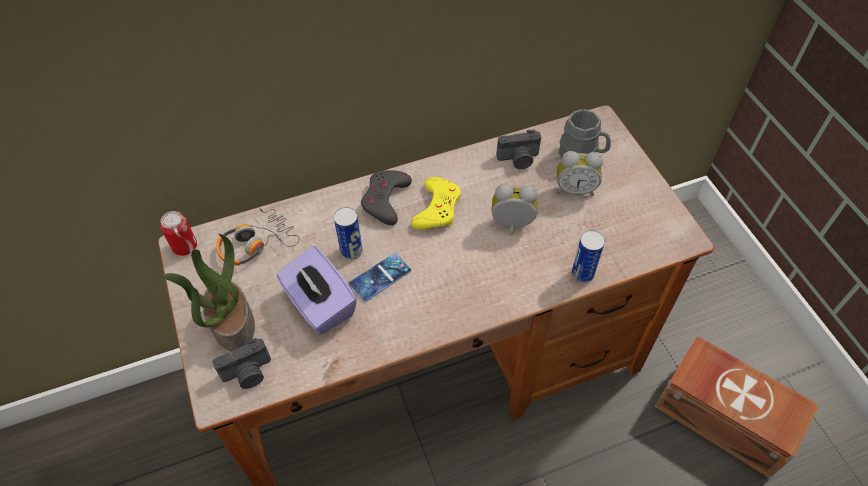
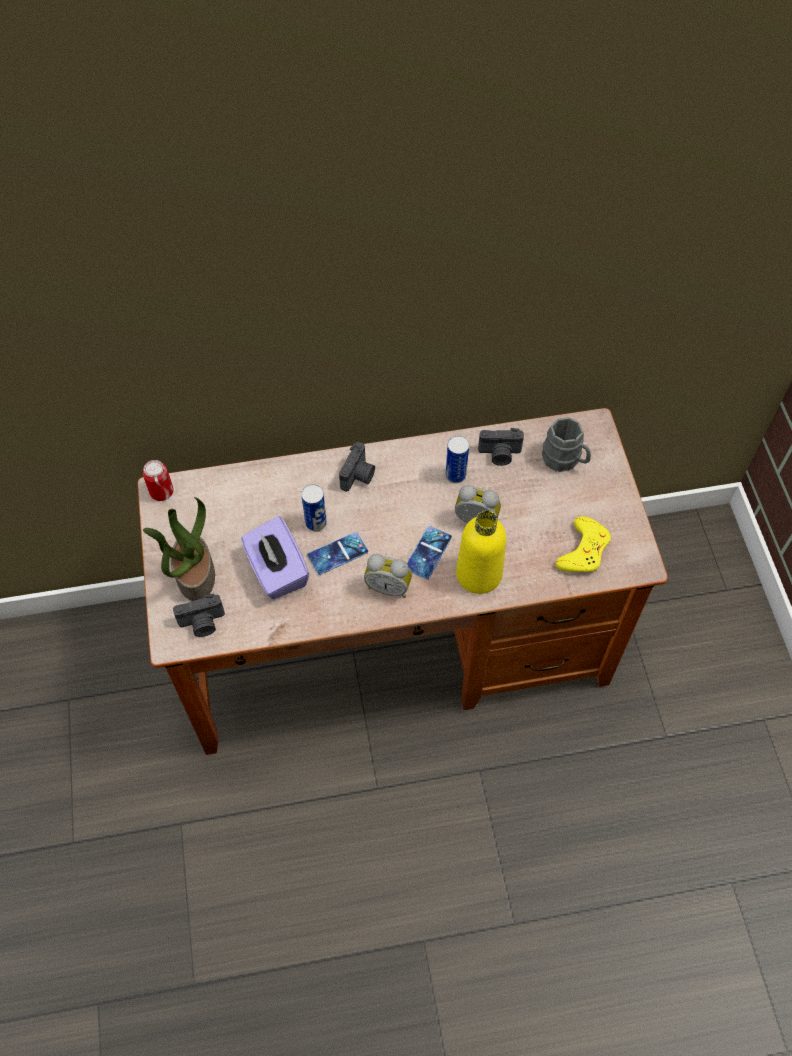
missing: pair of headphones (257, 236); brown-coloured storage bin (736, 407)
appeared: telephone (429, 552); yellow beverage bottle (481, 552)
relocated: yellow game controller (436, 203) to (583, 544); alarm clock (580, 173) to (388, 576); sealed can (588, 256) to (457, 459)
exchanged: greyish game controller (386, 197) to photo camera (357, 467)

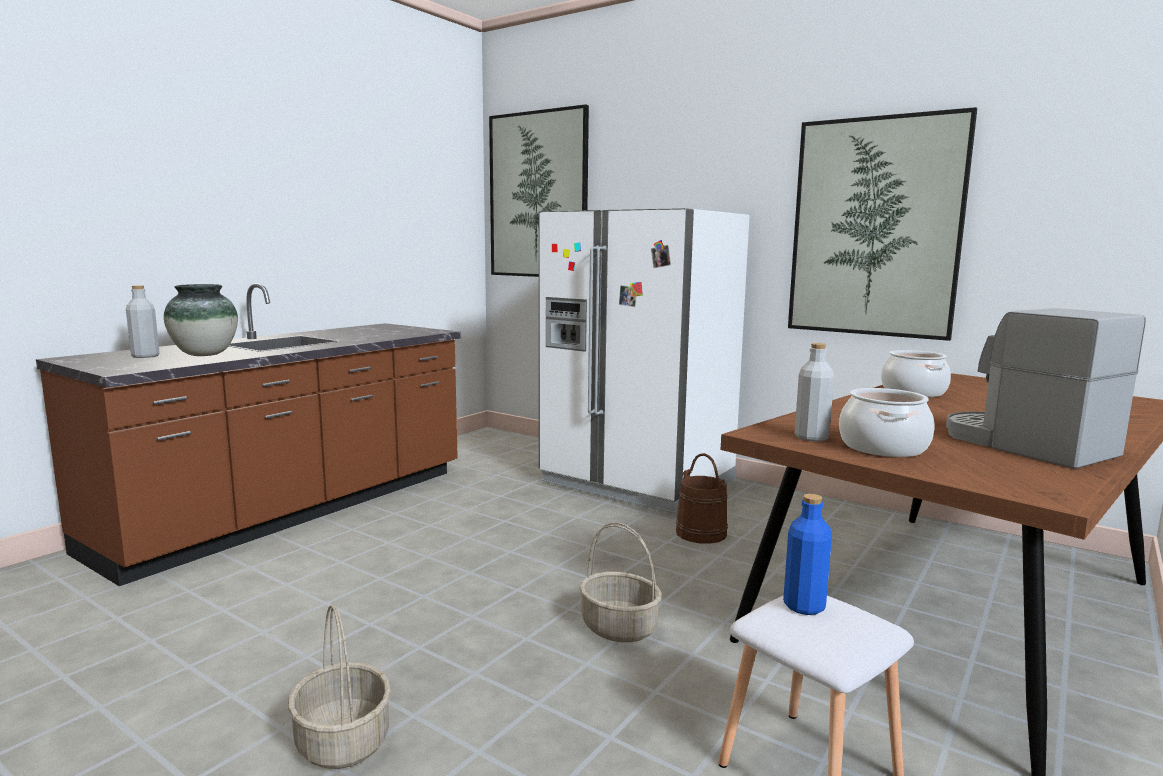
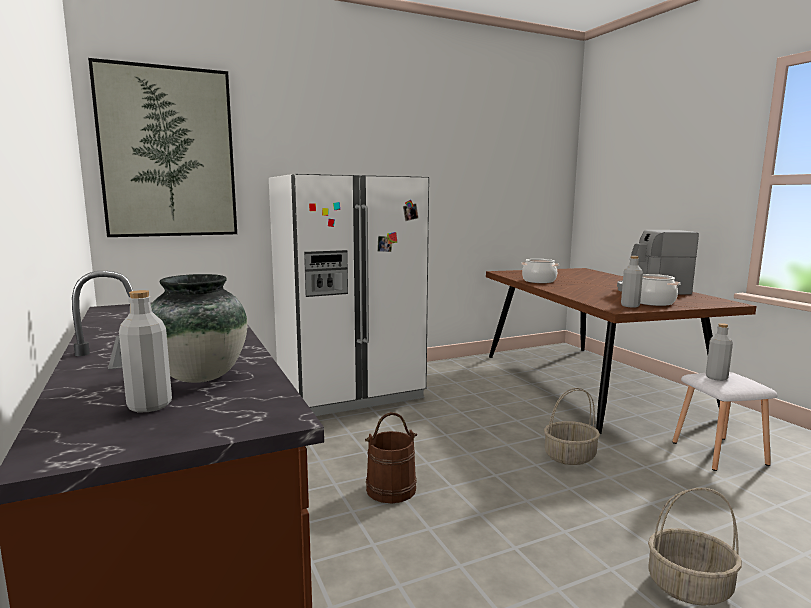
missing: picture (882, 224)
relocated: brown-coloured pail (702, 498) to (391, 457)
colour: blue beverage bottle (807, 554) to greyish beverage bottle (719, 352)

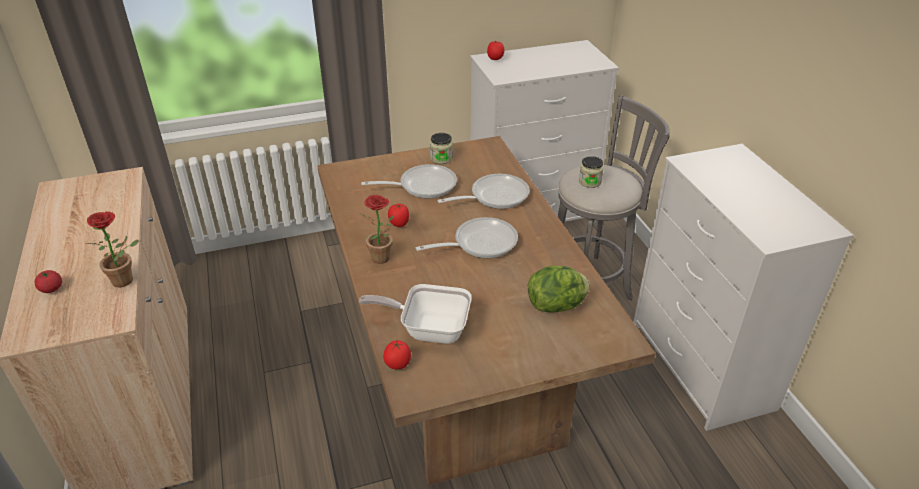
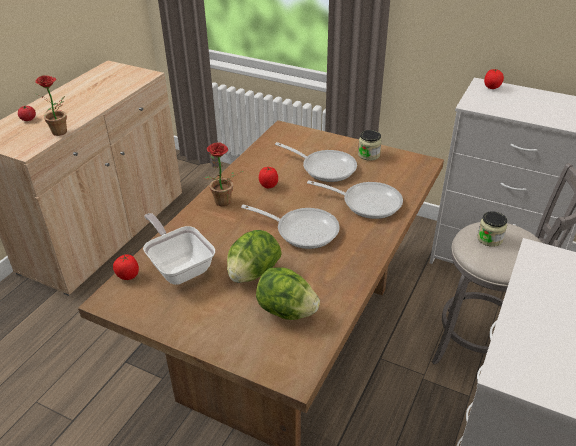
appeared: lettuce (254, 256)

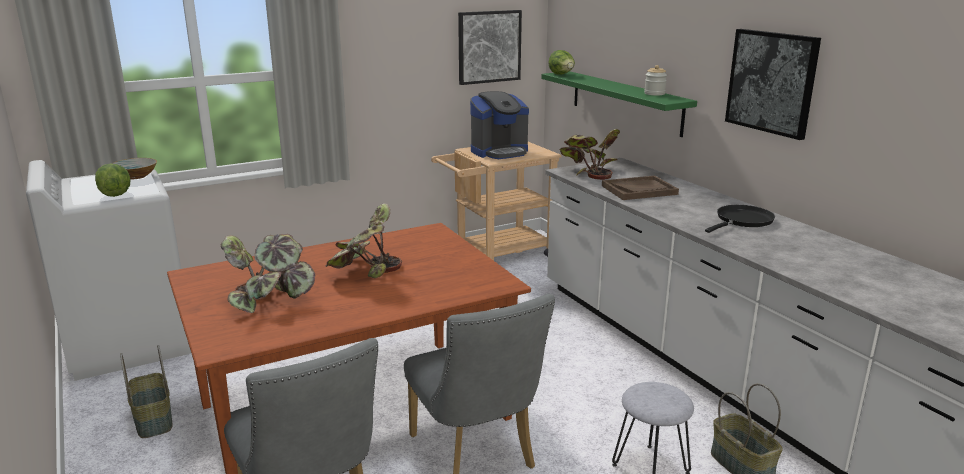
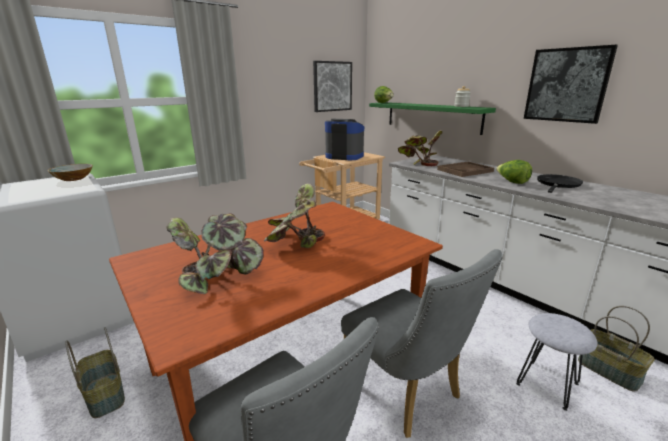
relocated: lettuce (113, 180) to (514, 172)
spun: coffee machine (499, 125) = (344, 139) 120 degrees counterclockwise

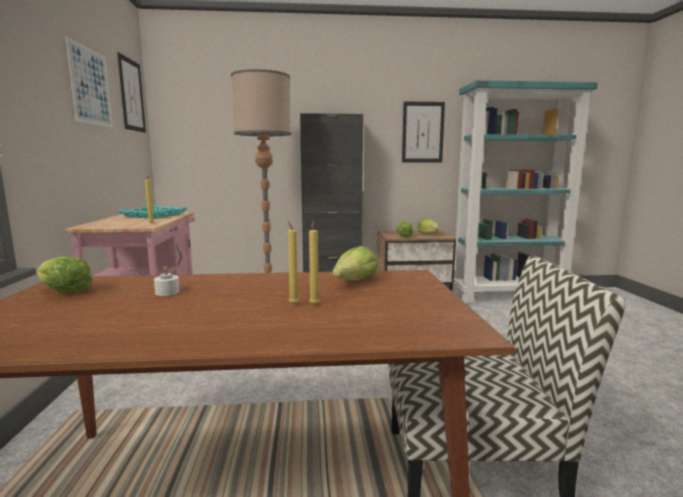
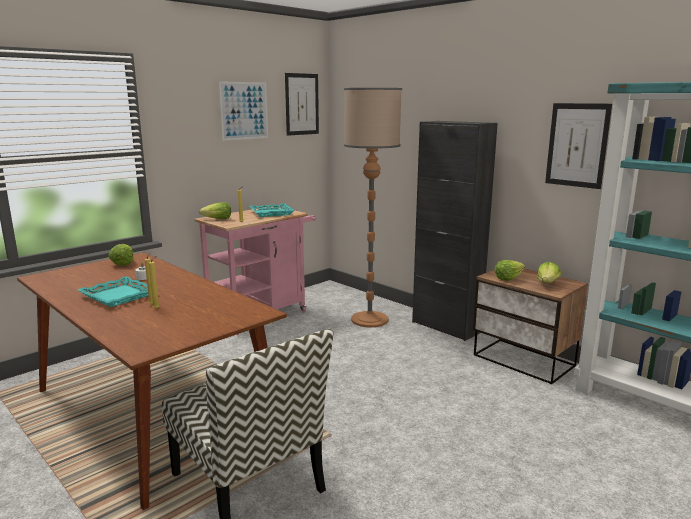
appeared: turquoise tray (118, 291)
relocated: lettuce (355, 263) to (215, 210)

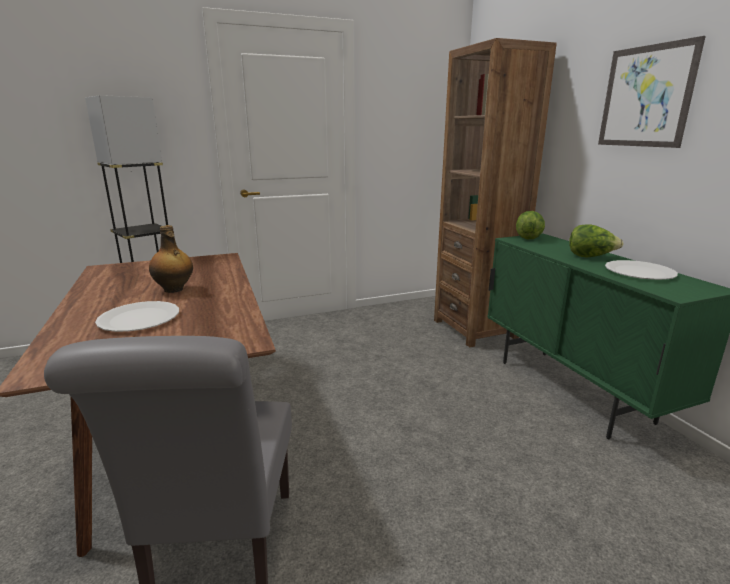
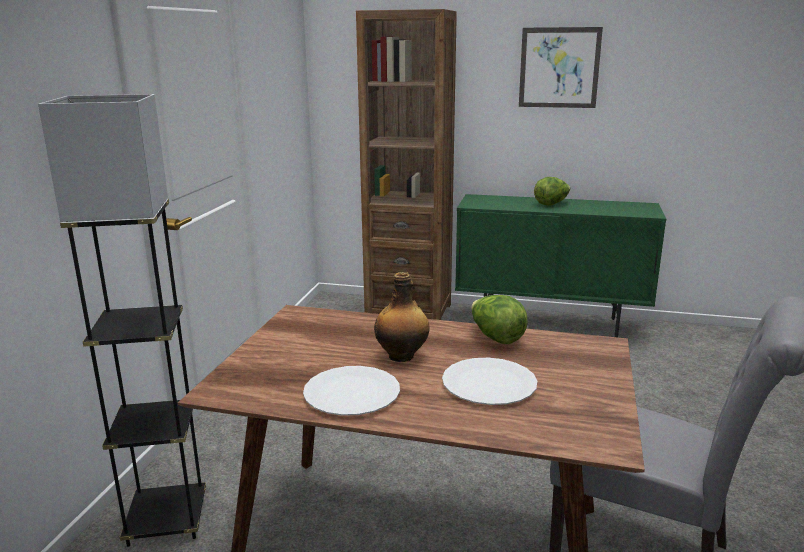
relocated: lettuce (530, 225) to (499, 319); white-coloured dinner plate (641, 270) to (351, 391)

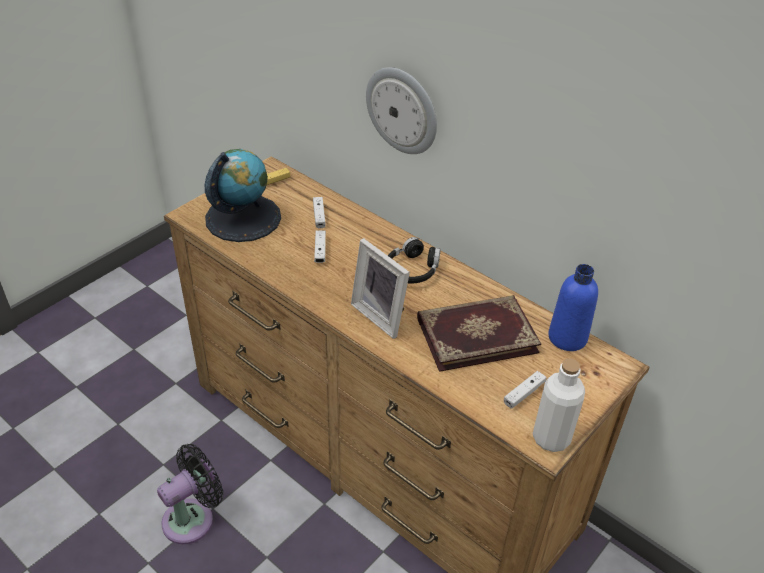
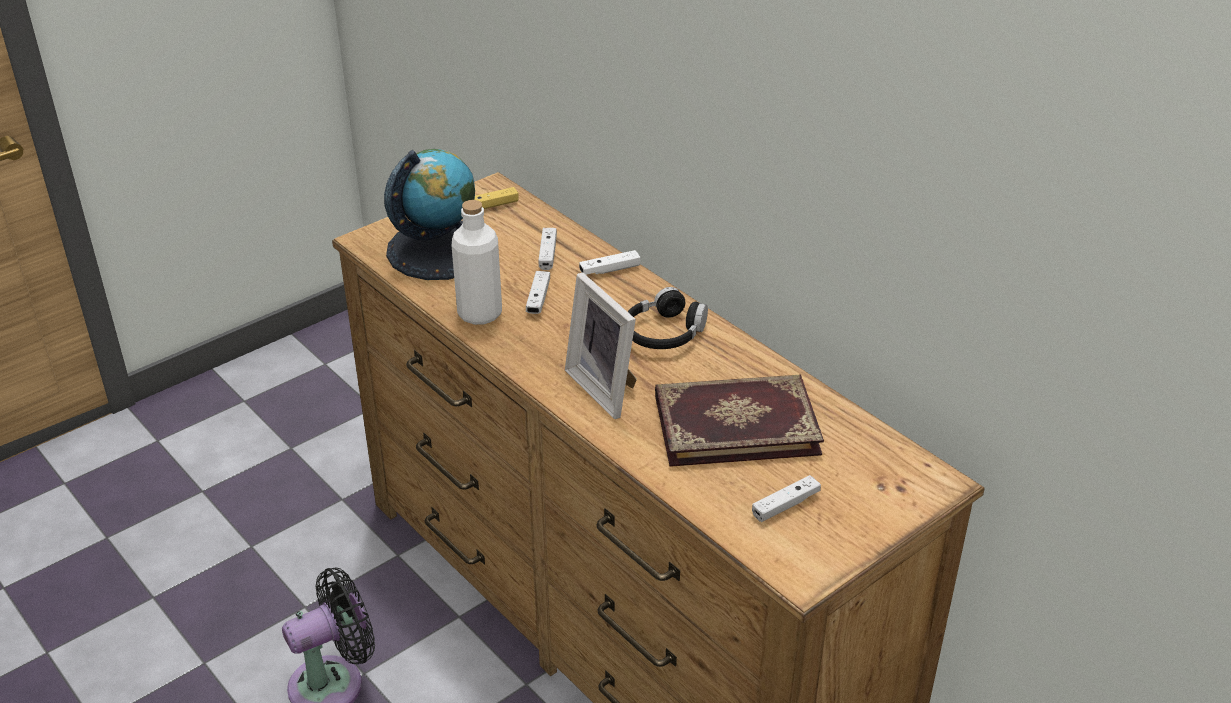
missing: hanging clock (401, 110); blue beverage bottle (573, 307)
appeared: white-coloured game controller (610, 262)
relocated: white-coloured beverage bottle (559, 405) to (477, 262)

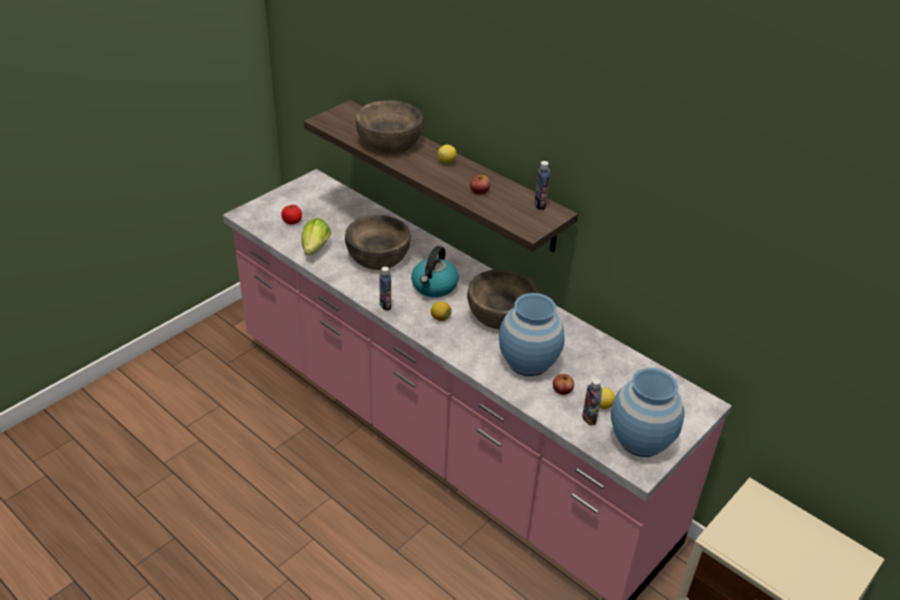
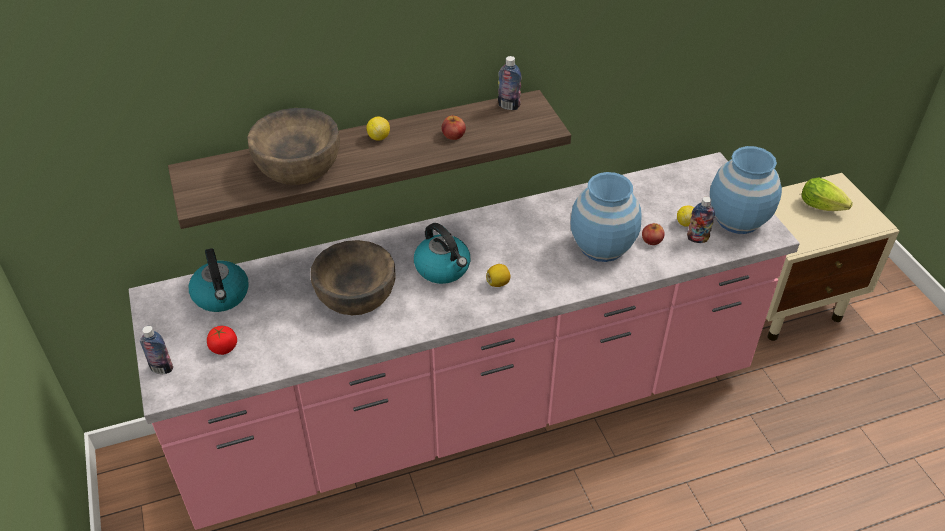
missing: brown-coloured bowl (502, 299)
appeared: kettle (219, 280)
relocated: lettuce (316, 236) to (827, 194); beverage bottle (385, 289) to (156, 350)

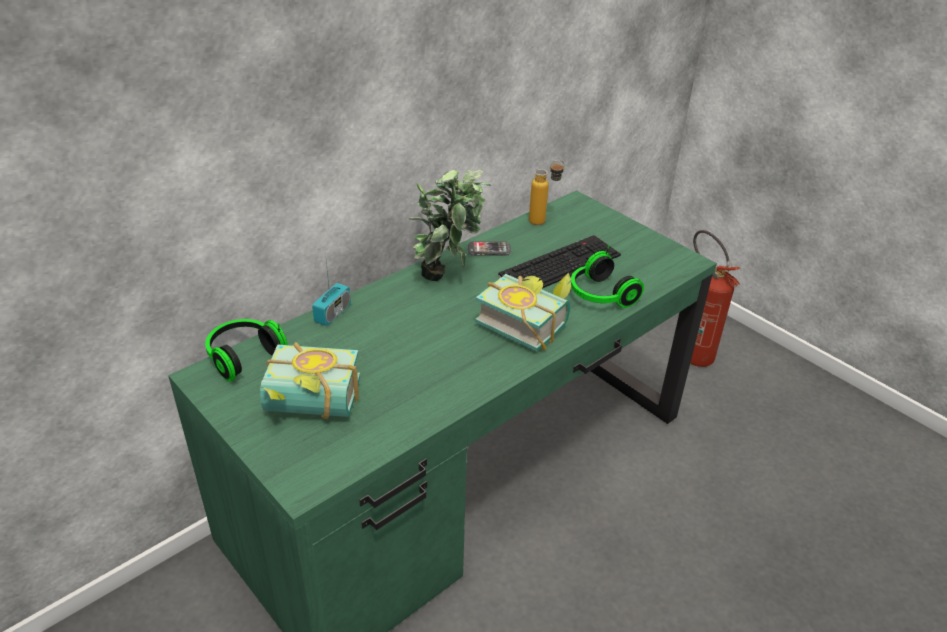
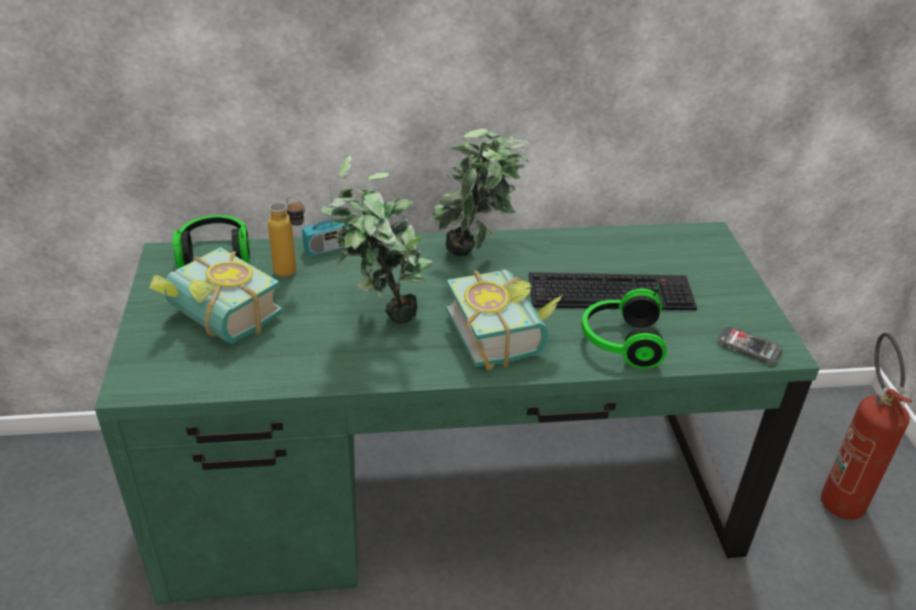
appeared: plant in a pot (377, 240)
relocated: telephone (489, 248) to (749, 345); beverage bottle (547, 192) to (286, 237)

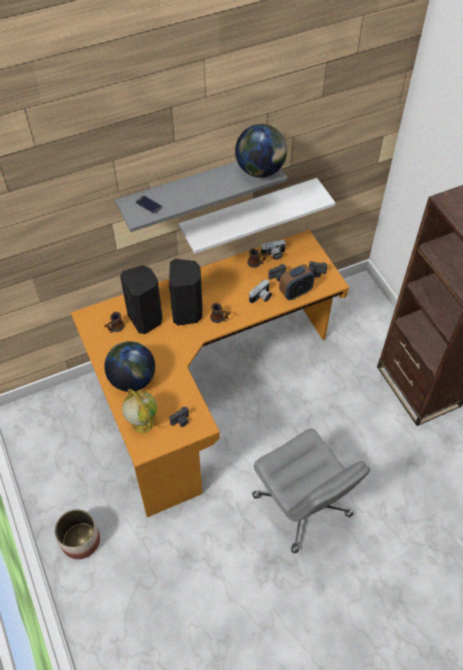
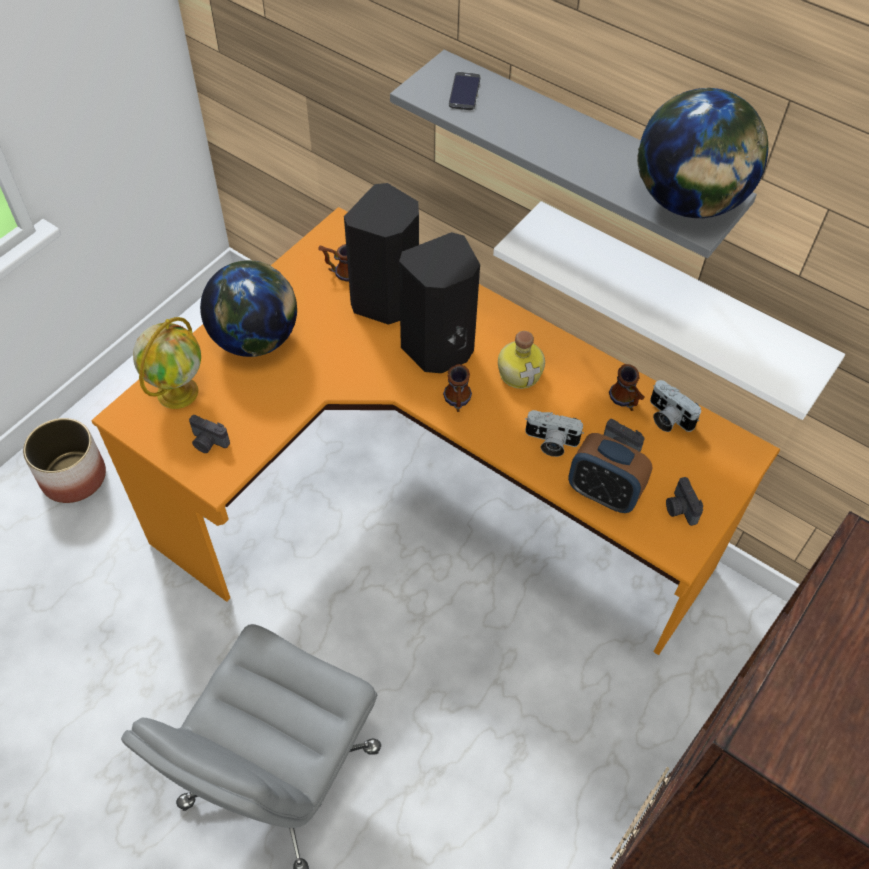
appeared: beverage bottle (521, 360)

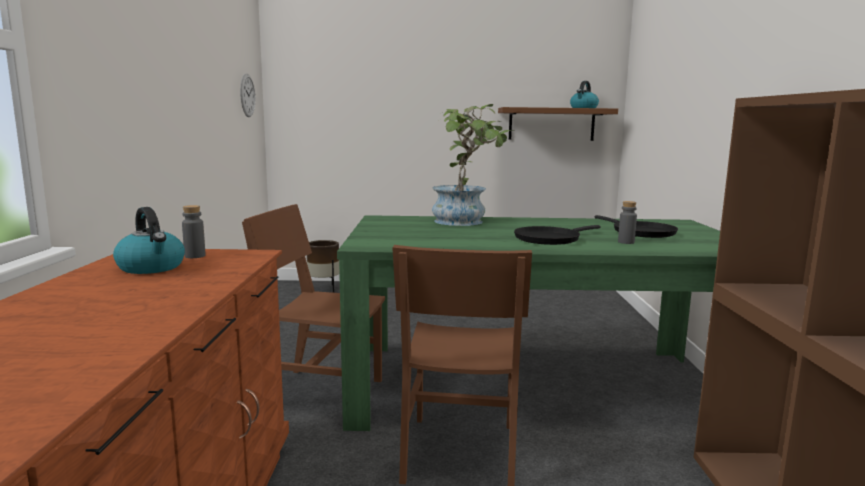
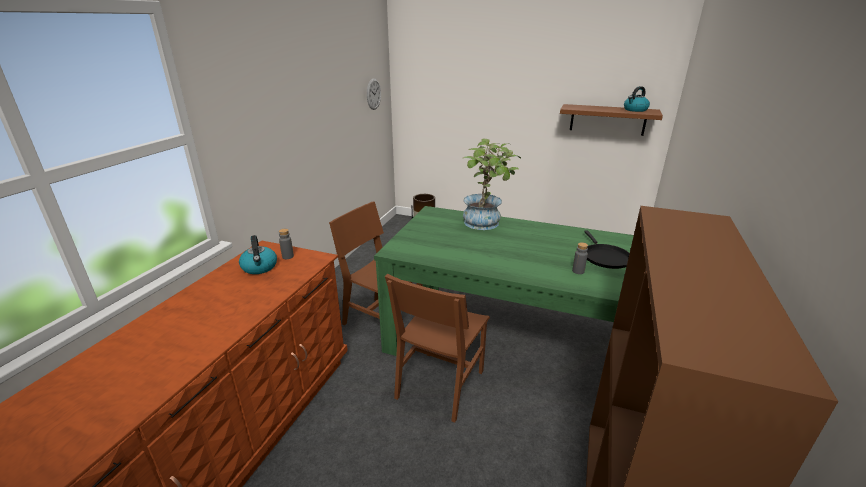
missing: blackish frying pan (557, 235)

